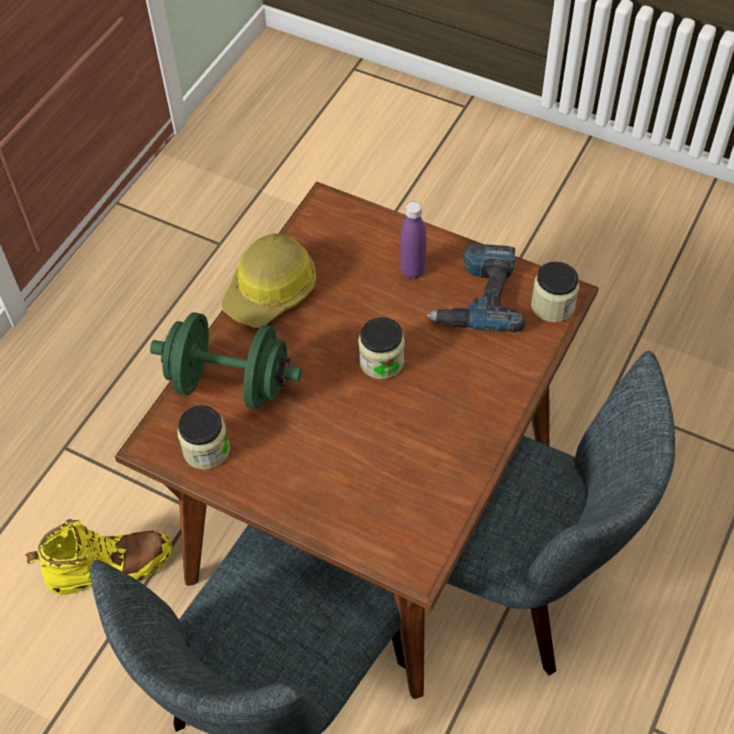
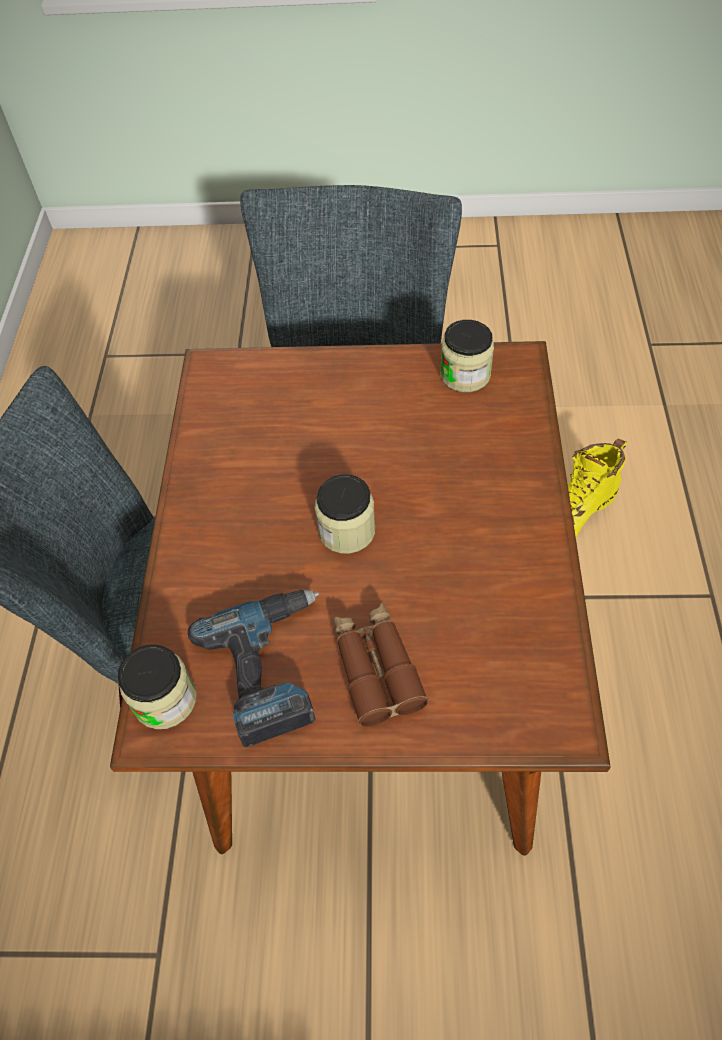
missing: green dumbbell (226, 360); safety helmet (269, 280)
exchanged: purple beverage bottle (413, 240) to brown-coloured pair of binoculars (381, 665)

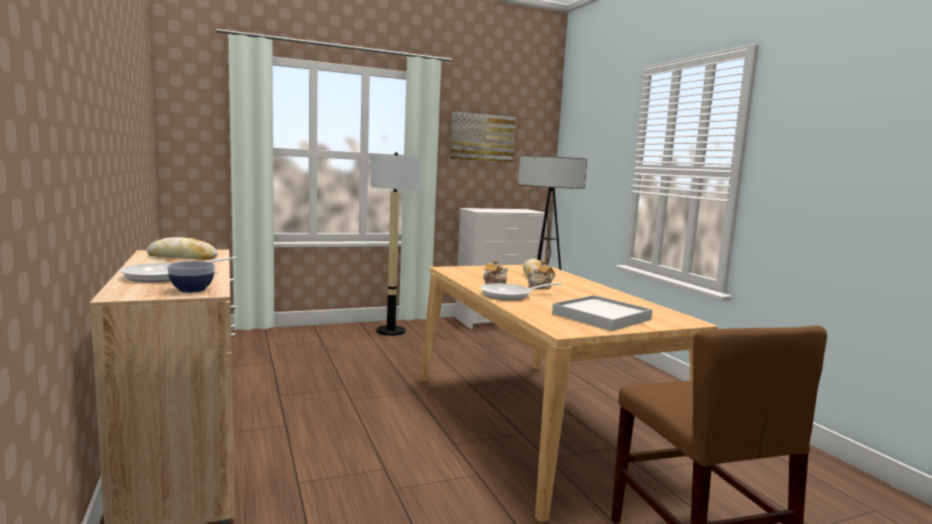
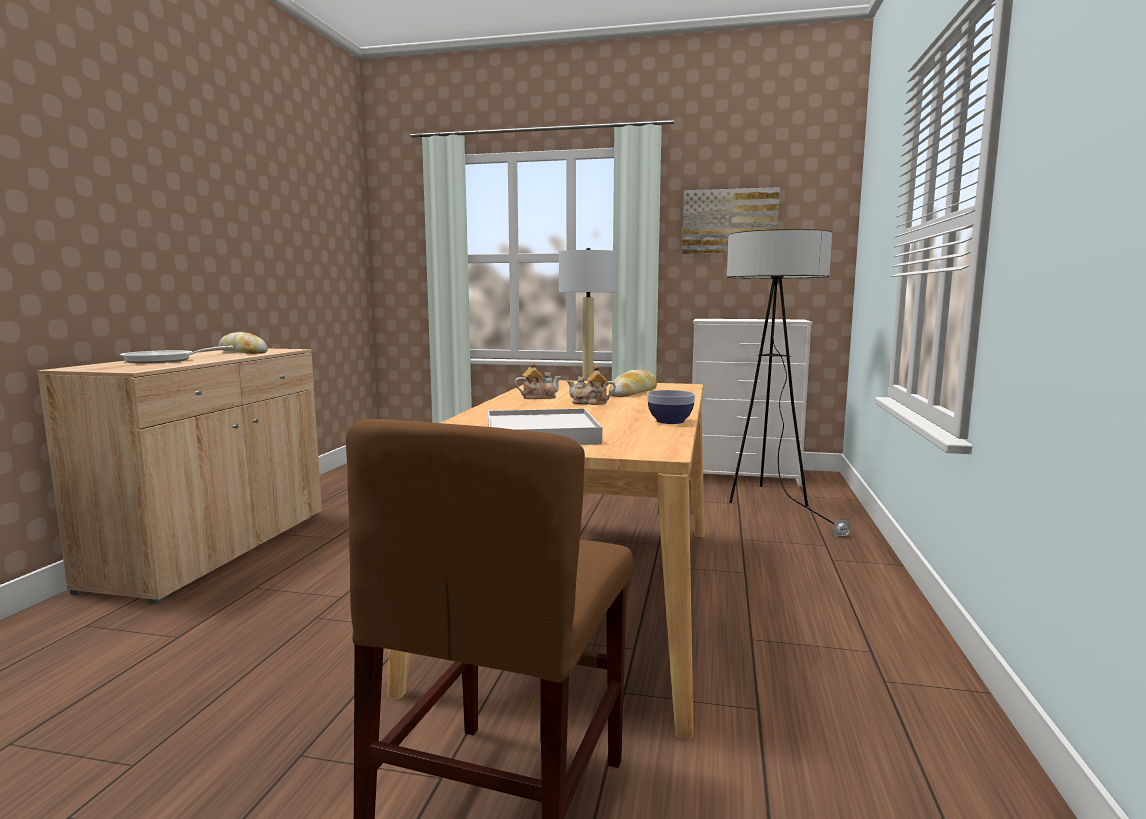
missing: frying pan (521, 291)
relocated: bowl (191, 277) to (671, 407)

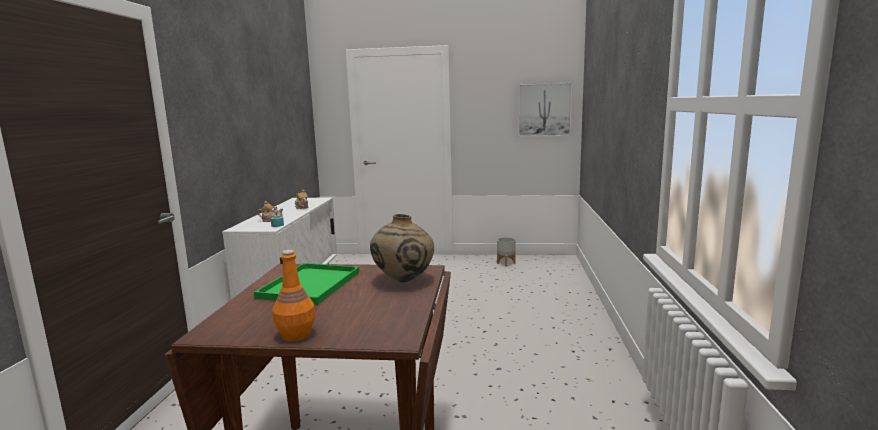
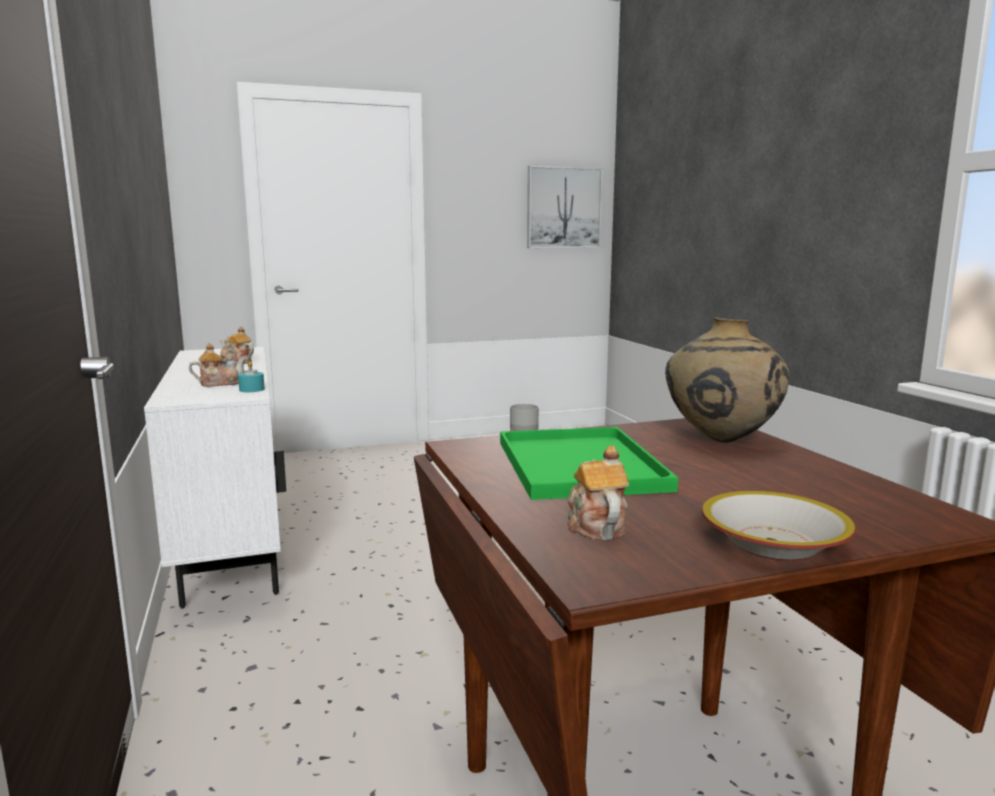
appeared: pot for tea (598, 492)
exchanged: orangey beverage bottle (294, 295) to bowl (778, 525)

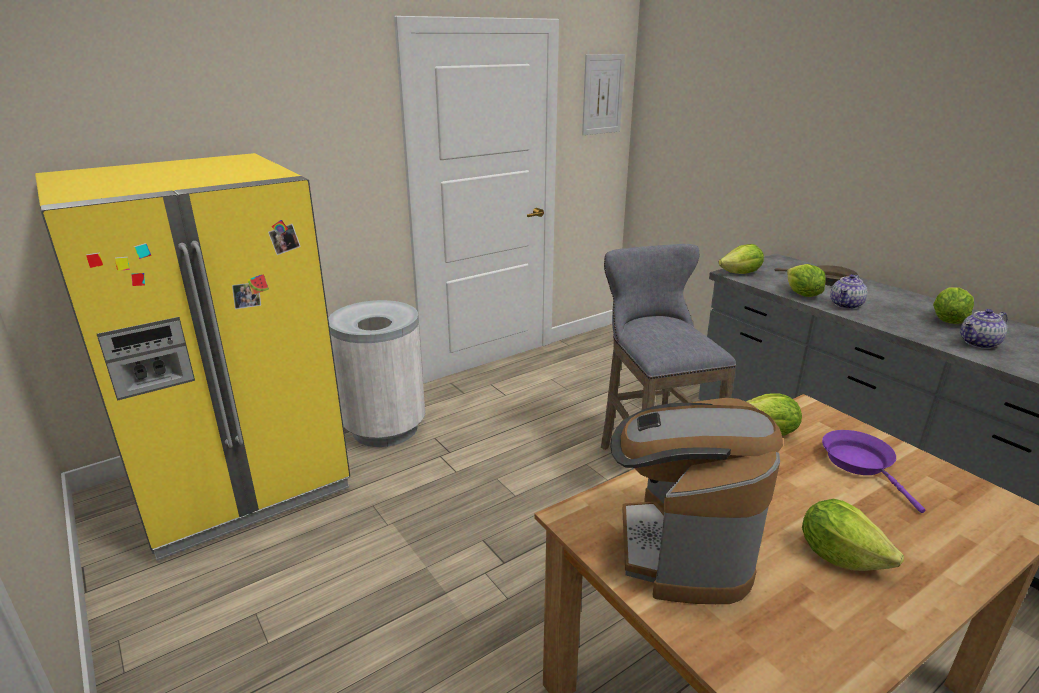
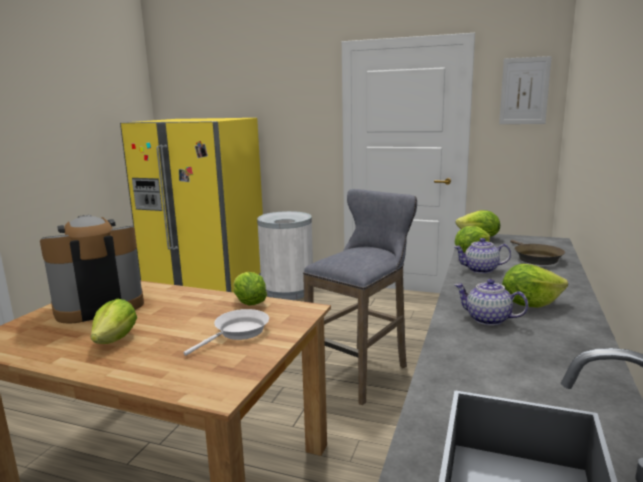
colour: purple frying pan (874, 471) to white-coloured frying pan (226, 332)

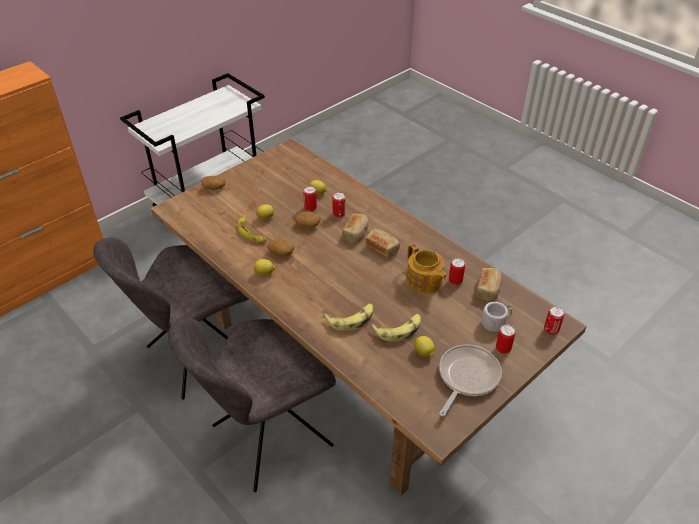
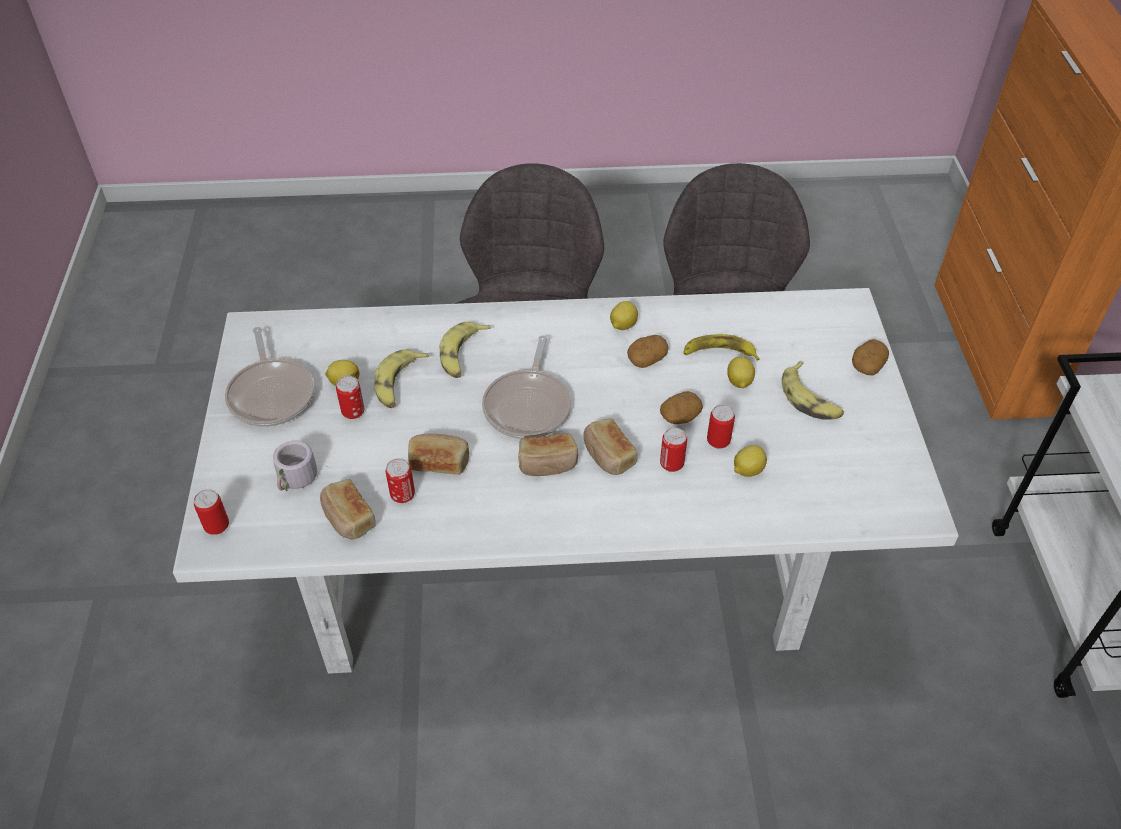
appeared: frying pan (526, 387); whole banana (813, 391)
relocated: sealed can (505, 339) to (350, 397)
exchanged: pot for tea (427, 268) to bakery bread (438, 454)
colour: brown-coloured dining table (369, 316) to white-coloured dining table (566, 481)

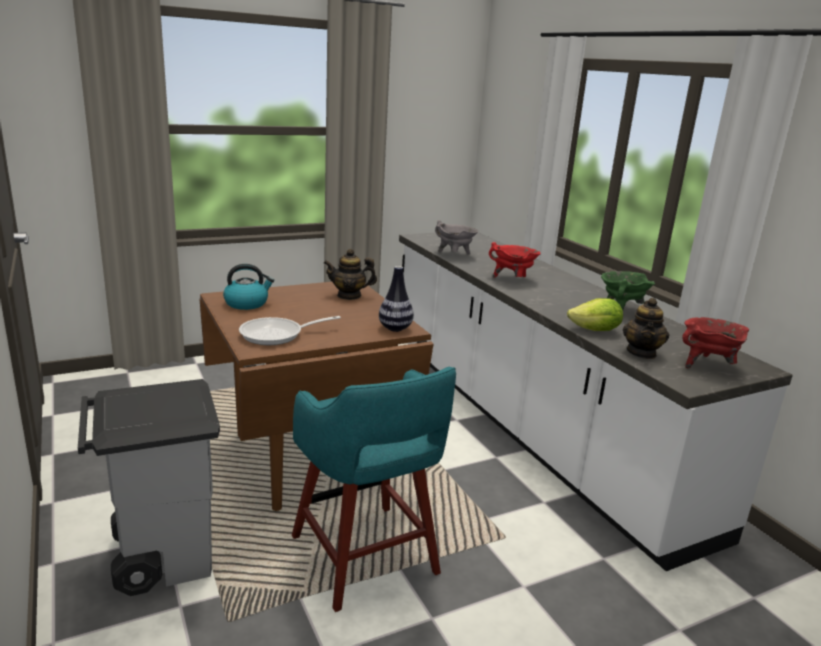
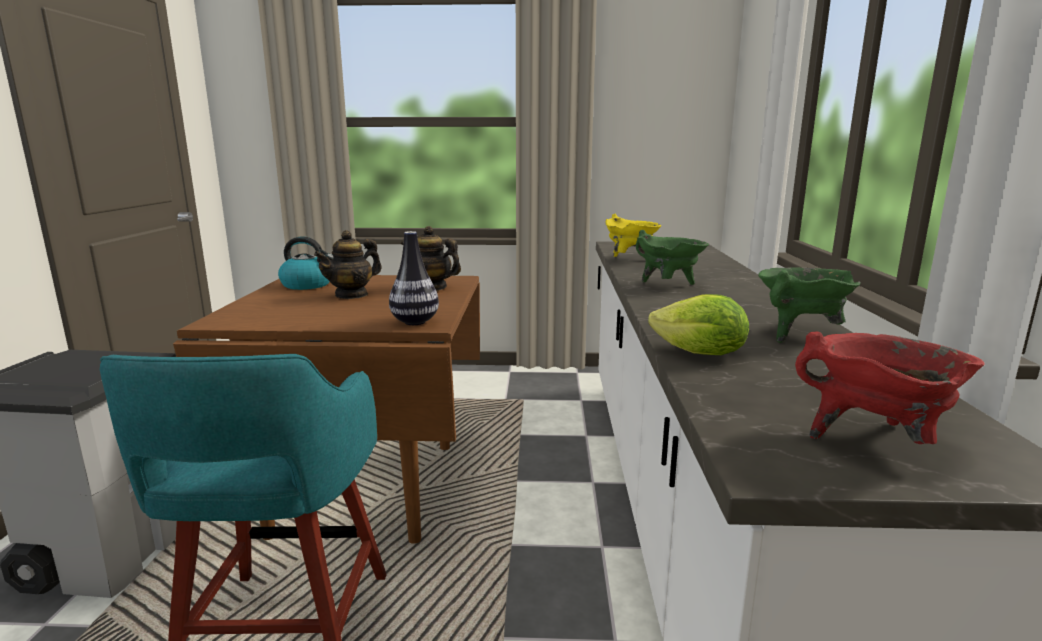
missing: frying pan (290, 330)
relocated: pot for tea (646, 328) to (348, 264)
colour: greyish stockpot (457, 237) to yellow stockpot (633, 235); red-coloured stockpot (515, 260) to green stockpot (672, 257)

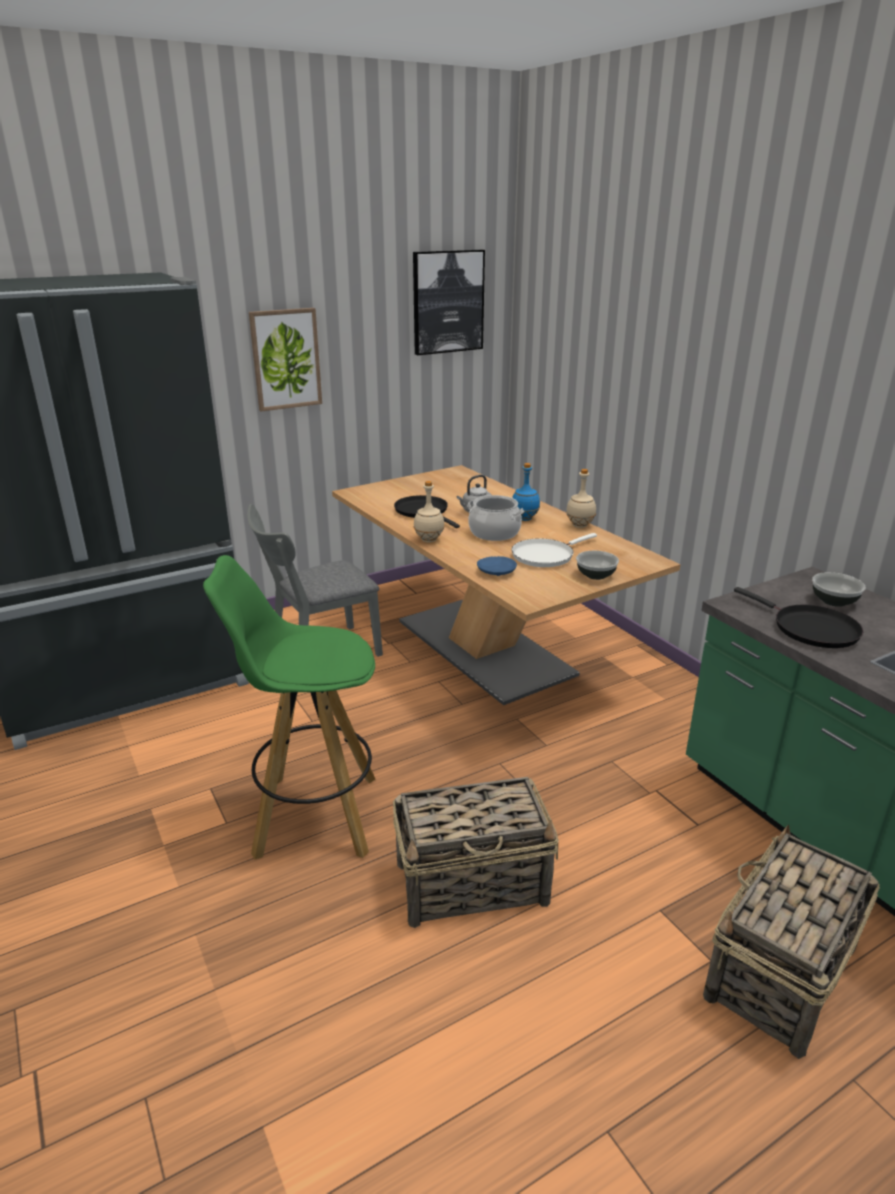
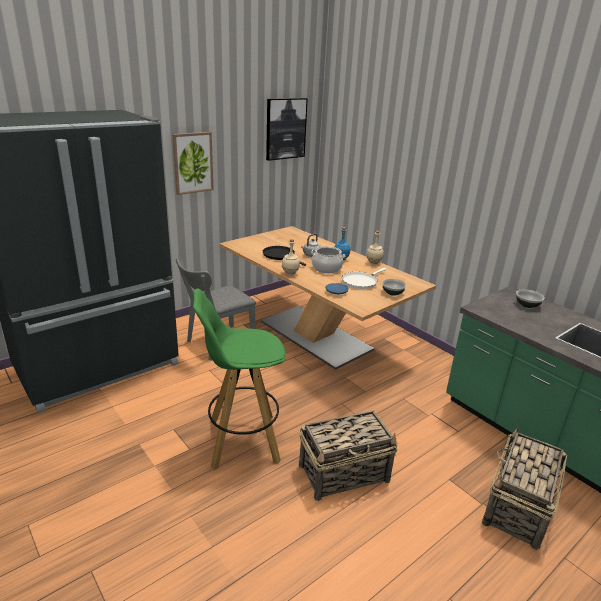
missing: blackish frying pan (798, 617)

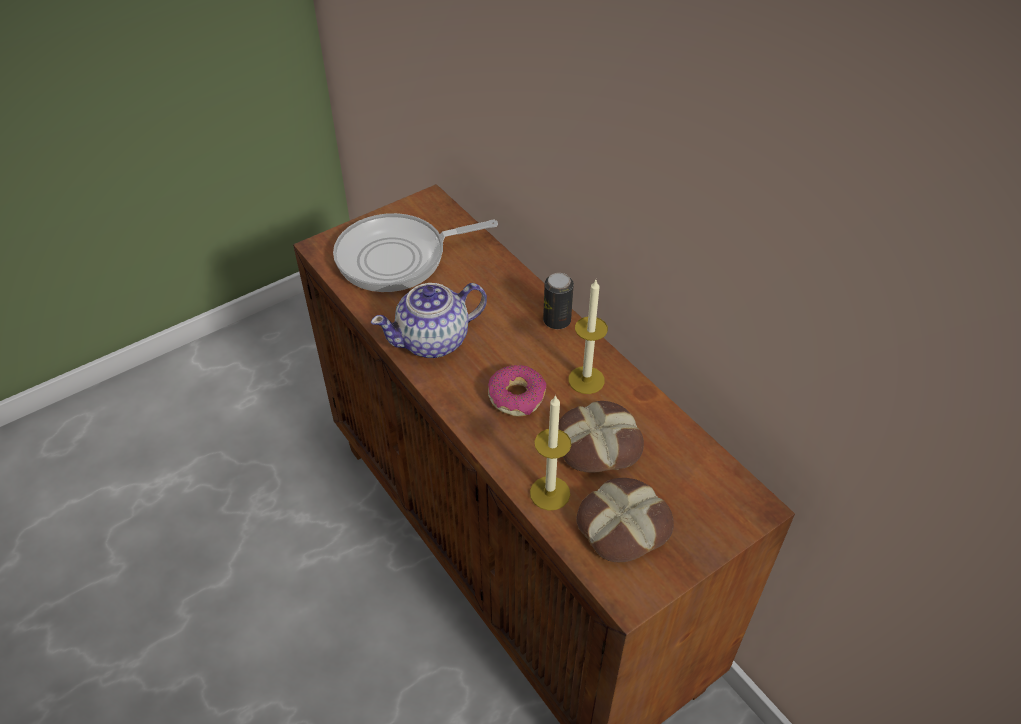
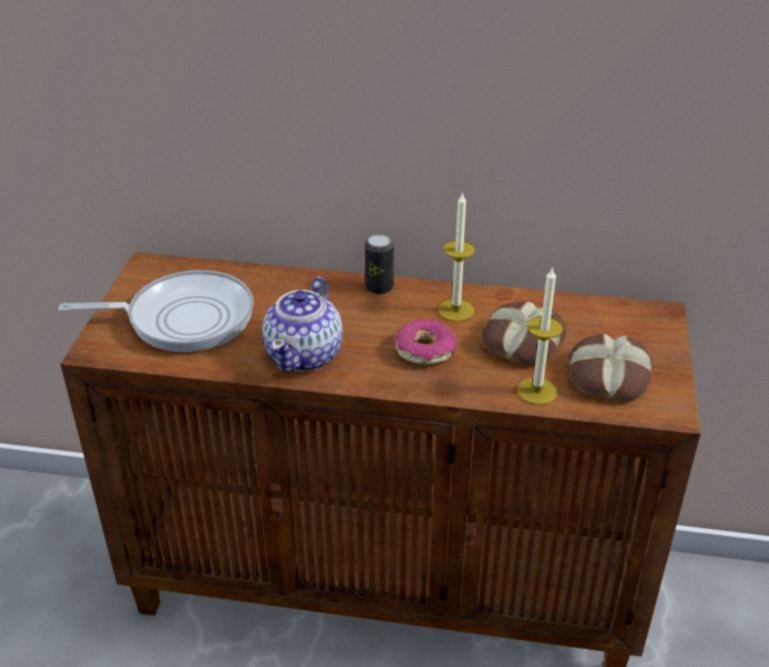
spun: frying pan (415, 252) = (156, 311) 120 degrees counterclockwise

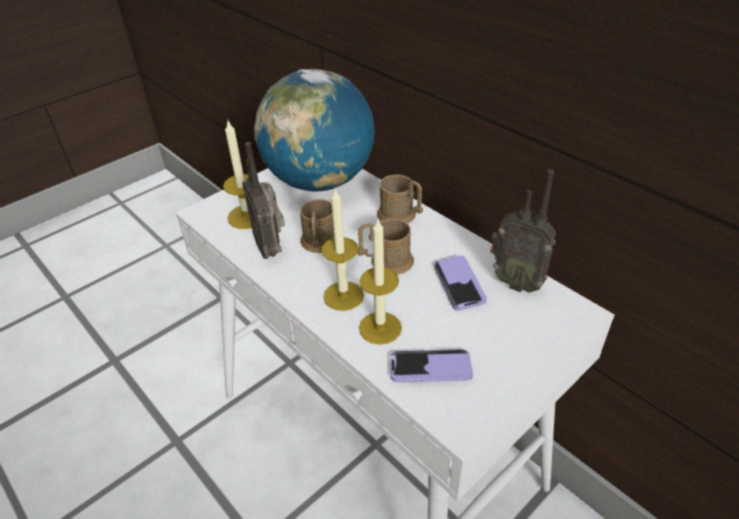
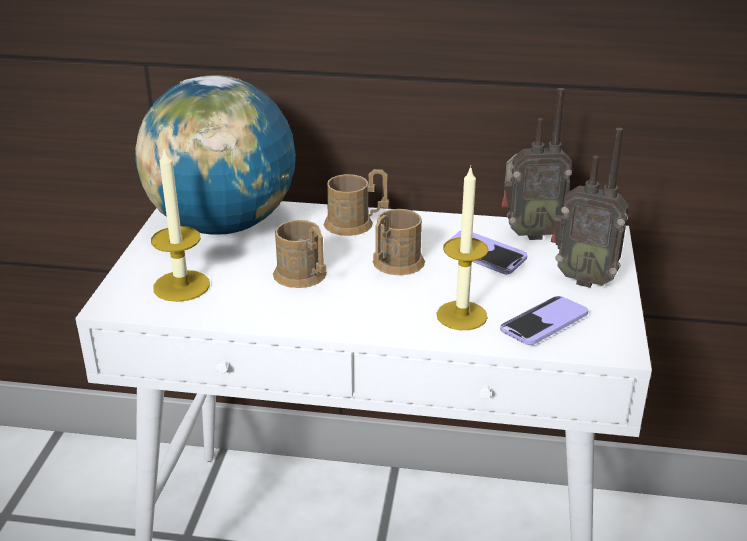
missing: candle (342, 250)
relocated: radio (264, 200) to (589, 208)

